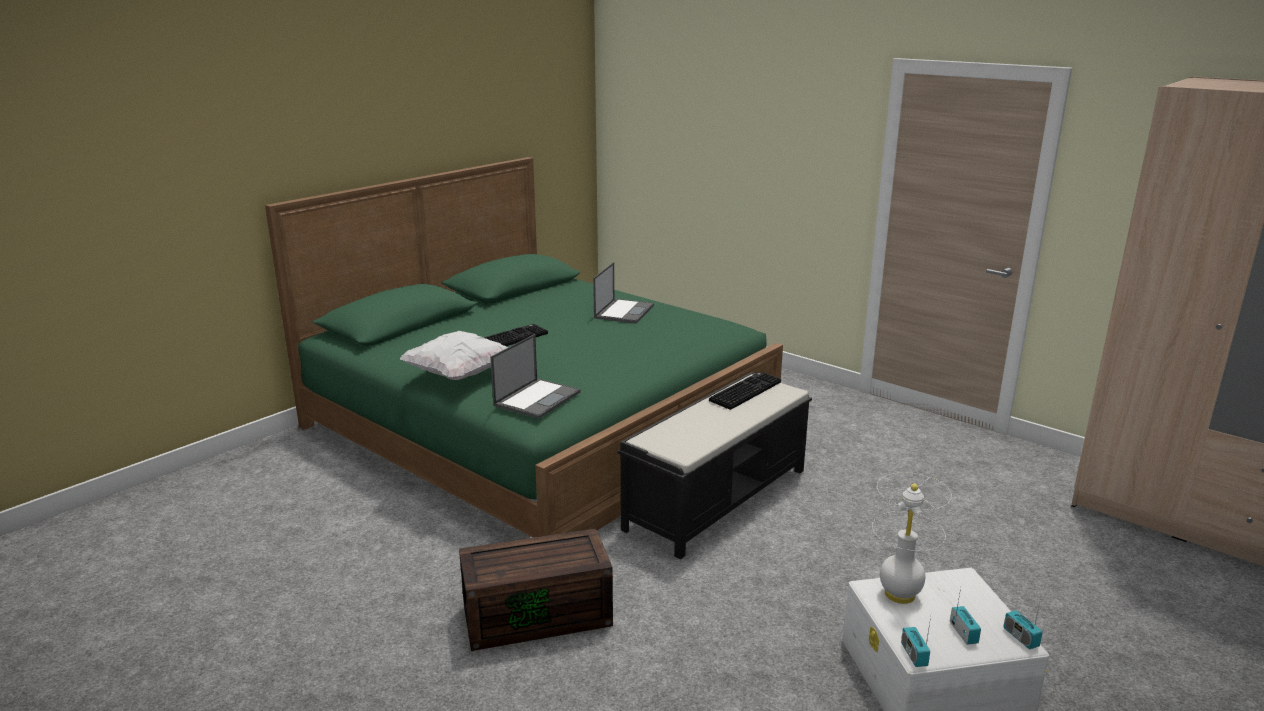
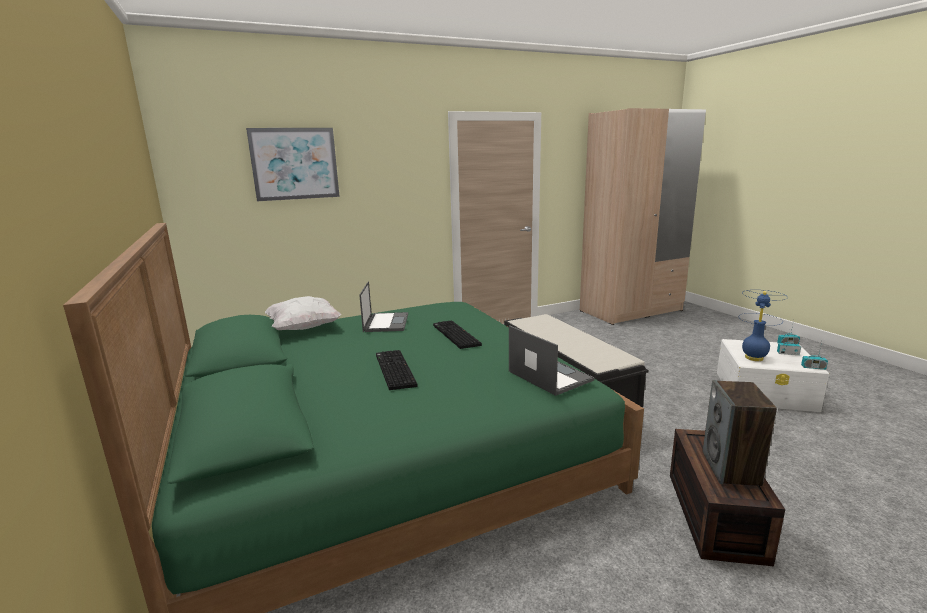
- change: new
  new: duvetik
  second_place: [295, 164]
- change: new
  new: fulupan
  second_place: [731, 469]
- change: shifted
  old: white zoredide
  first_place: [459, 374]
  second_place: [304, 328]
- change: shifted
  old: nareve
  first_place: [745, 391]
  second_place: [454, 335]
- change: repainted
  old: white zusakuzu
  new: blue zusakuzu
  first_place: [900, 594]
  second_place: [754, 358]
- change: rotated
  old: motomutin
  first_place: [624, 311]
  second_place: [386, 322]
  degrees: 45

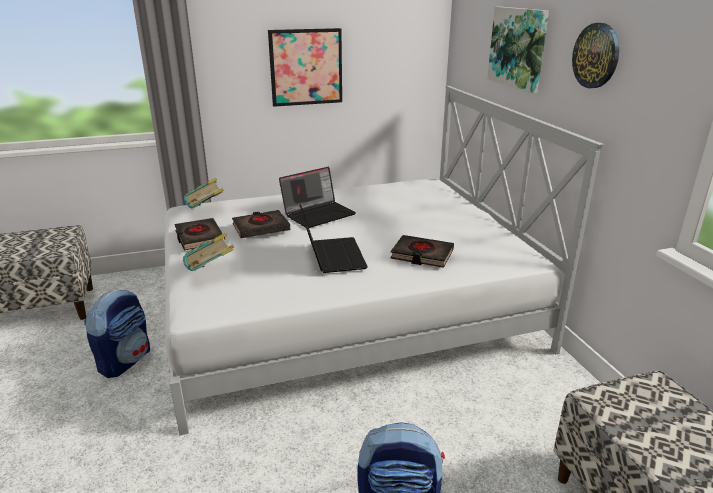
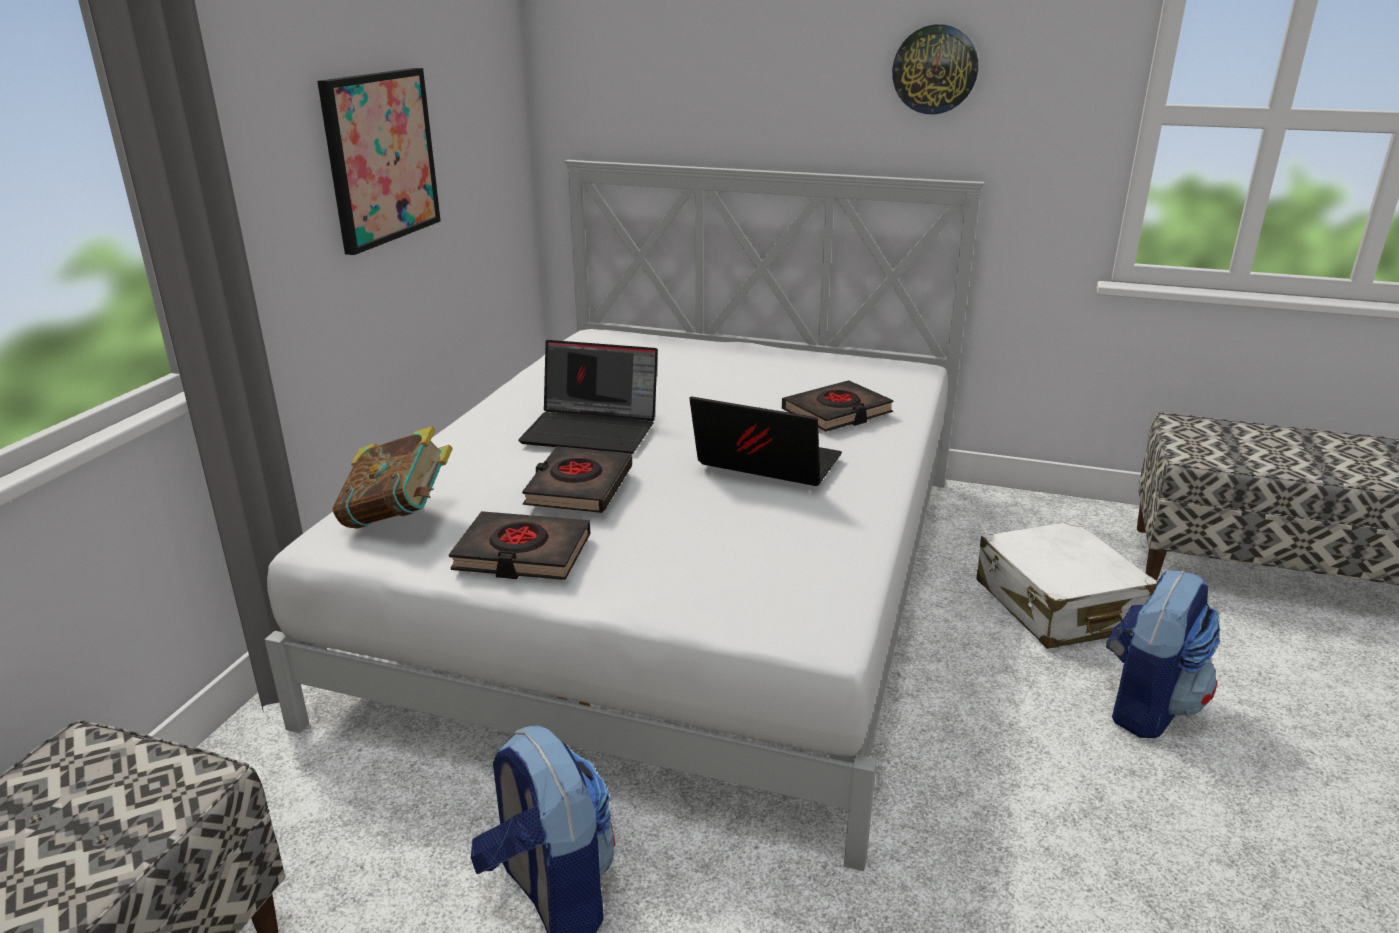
- change: gone
  old: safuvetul
  first_place: [212, 272]
- change: gone
  old: duvetik
  first_place: [518, 48]
- change: new
  new: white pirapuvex
  second_place: [1058, 606]
- change: rotated
  old: motomutin
  first_place: [319, 214]
  second_place: [593, 430]
  degrees: 105

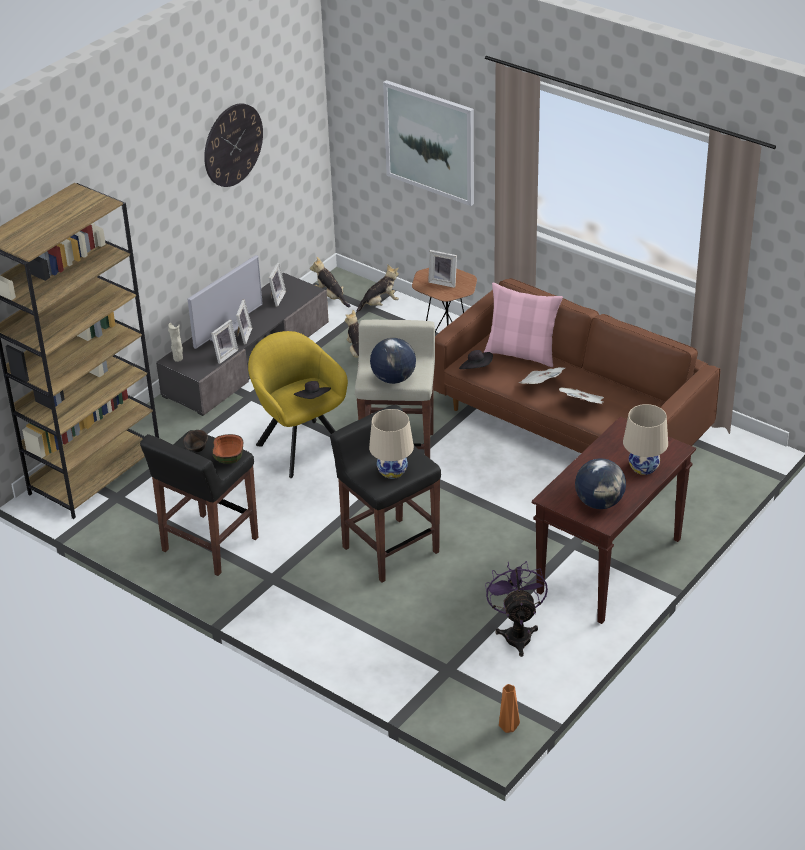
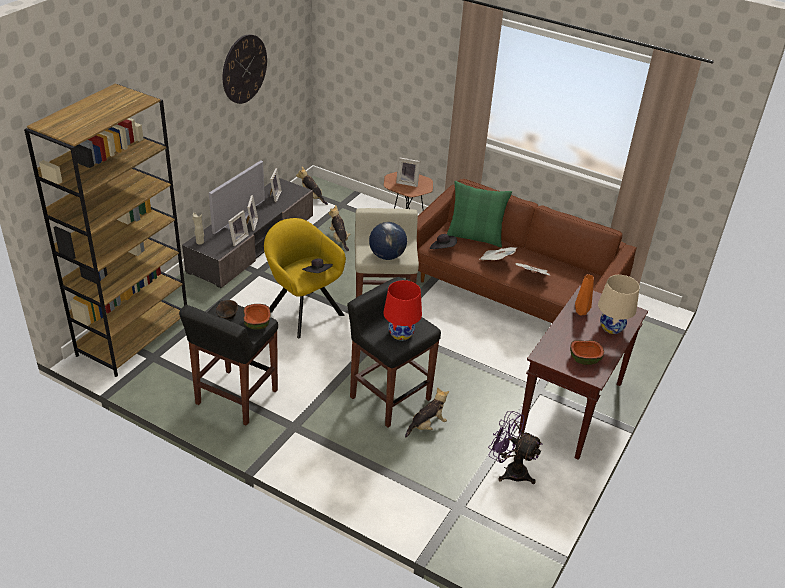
- change: gone
  old: duvetik
  first_place: [430, 142]
- change: shifted
  old: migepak
  first_place: [380, 304]
  second_place: [427, 425]
- change: shifted
  old: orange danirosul
  first_place: [508, 729]
  second_place: [581, 313]
- change: swapped
  old: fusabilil
  new: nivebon
  first_place: [599, 503]
  second_place: [584, 359]
- change: repainted
  old: beige zusakuzu
  new: red zusakuzu
  first_place: [392, 471]
  second_place: [401, 334]
- change: repainted
  old: pink zoredide
  new: green zoredide
  first_place: [521, 354]
  second_place: [475, 237]
- change: rotated
  old: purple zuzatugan
  first_place: [517, 633]
  second_place: [510, 471]
  degrees: -45

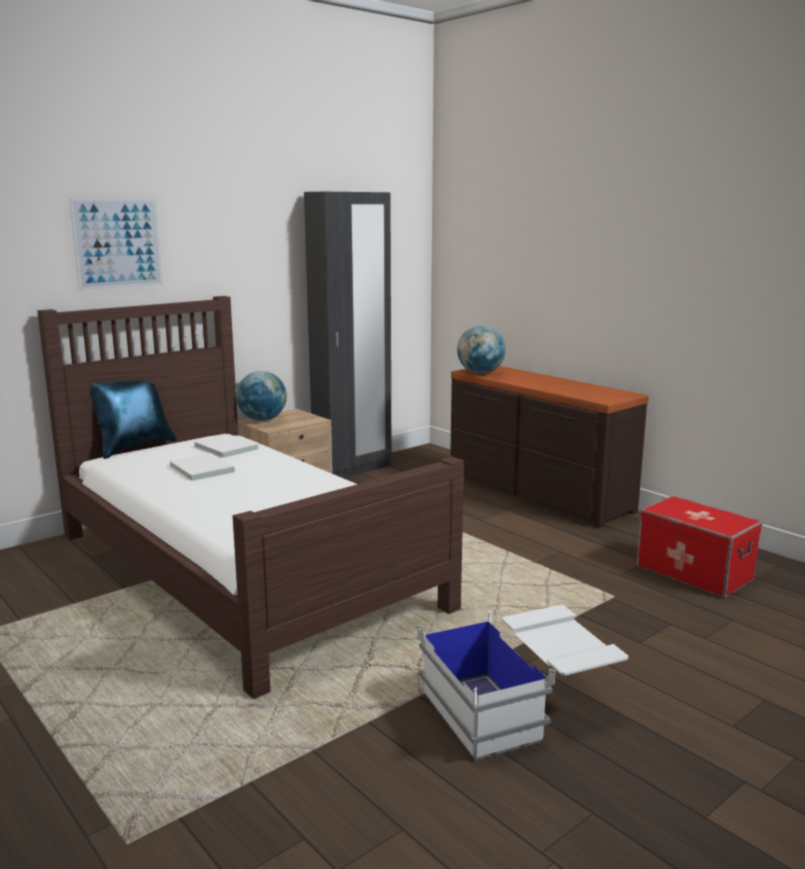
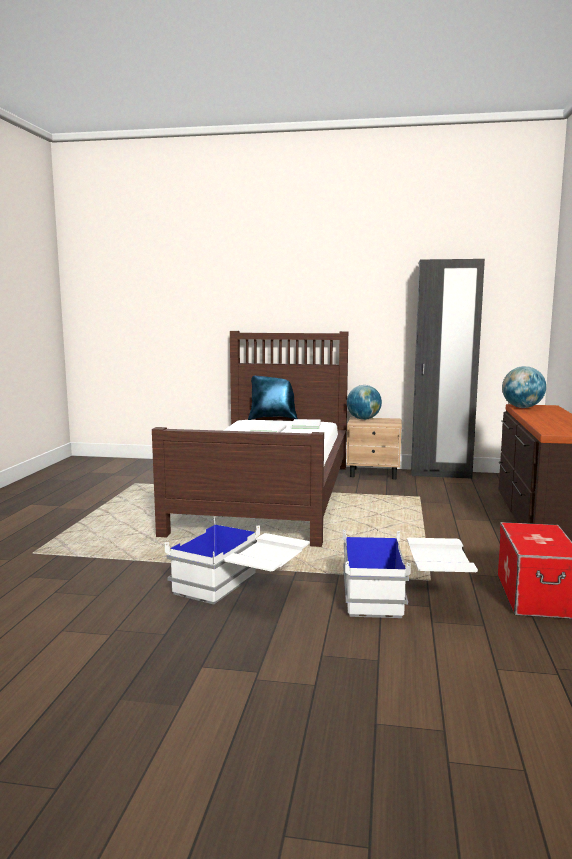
- change: gone
  old: duvetik
  first_place: [118, 243]
- change: new
  new: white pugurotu
  second_place: [404, 599]

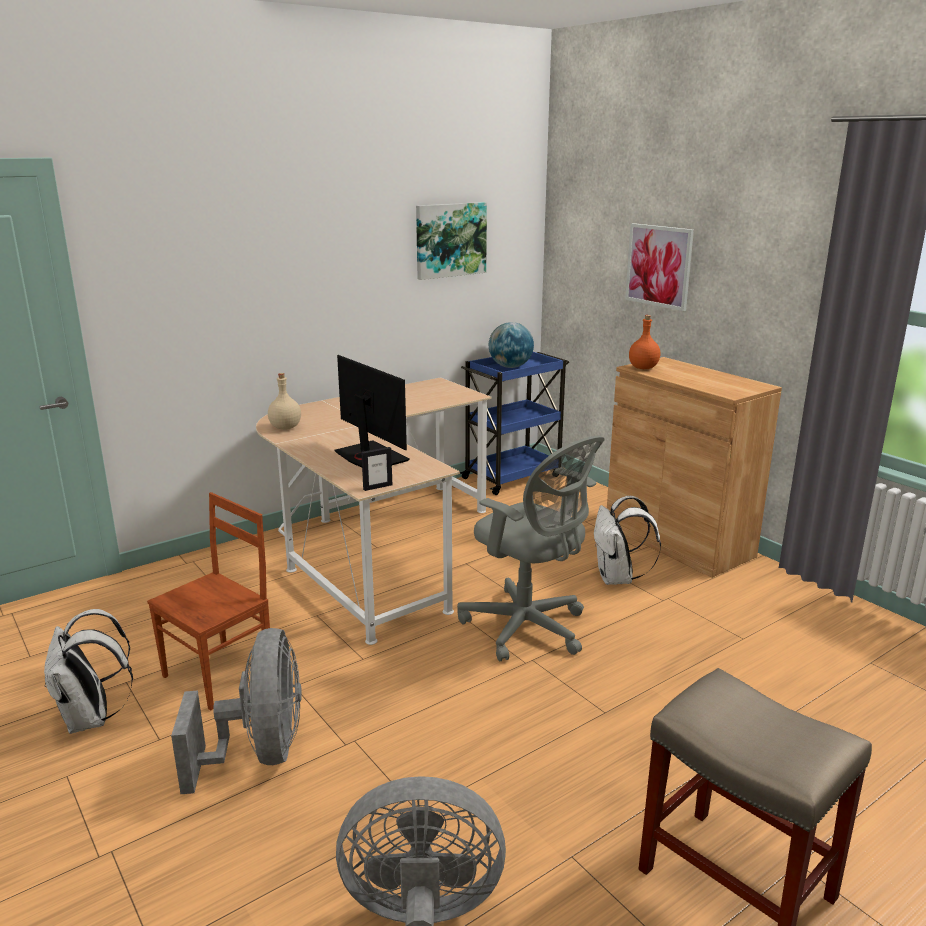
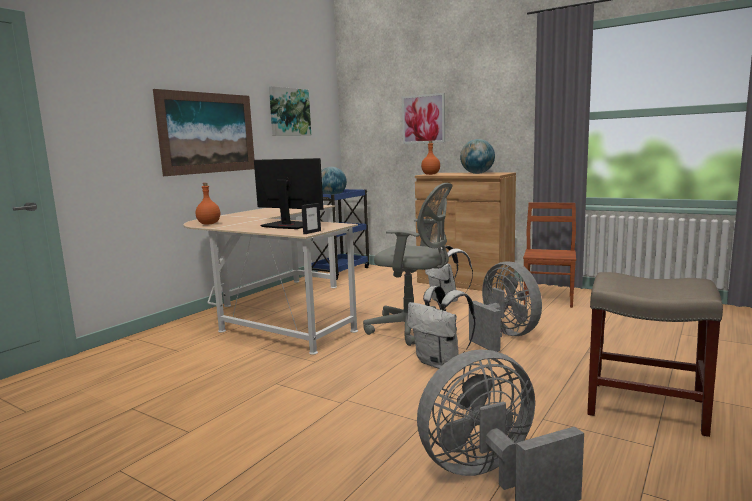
- change: new
  new: duvetik
  second_place: [208, 133]
- change: new
  new: fusabilil
  second_place: [477, 173]
- change: shifted
  old: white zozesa
  first_place: [92, 719]
  second_place: [440, 363]
- change: shifted
  old: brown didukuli
  first_place: [220, 675]
  second_place: [549, 300]
- change: shifted
  old: grey zuzatugan
  first_place: [260, 753]
  second_place: [504, 337]
- change: repainted
  old: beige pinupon
  new: orange pinupon
  first_place: [286, 427]
  second_place: [209, 224]

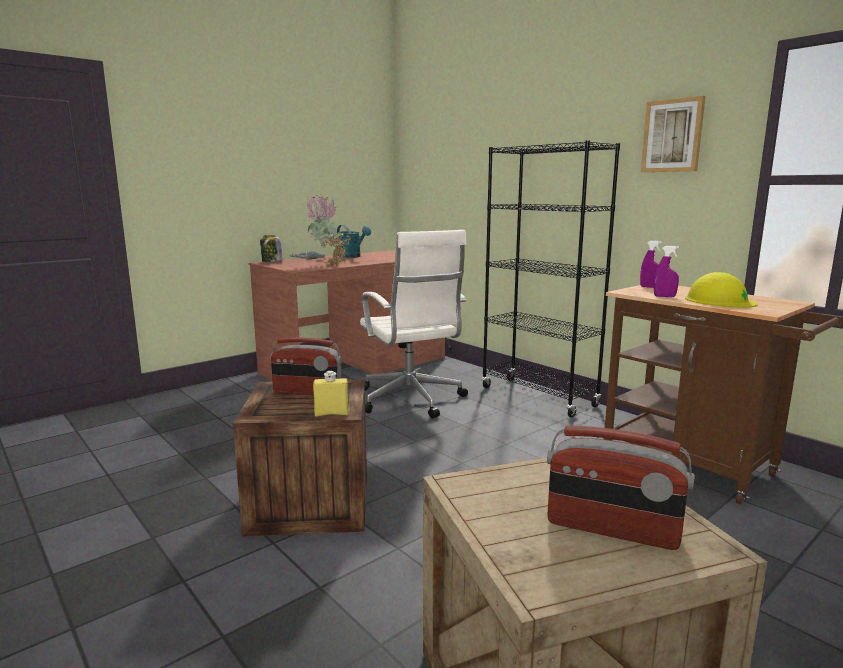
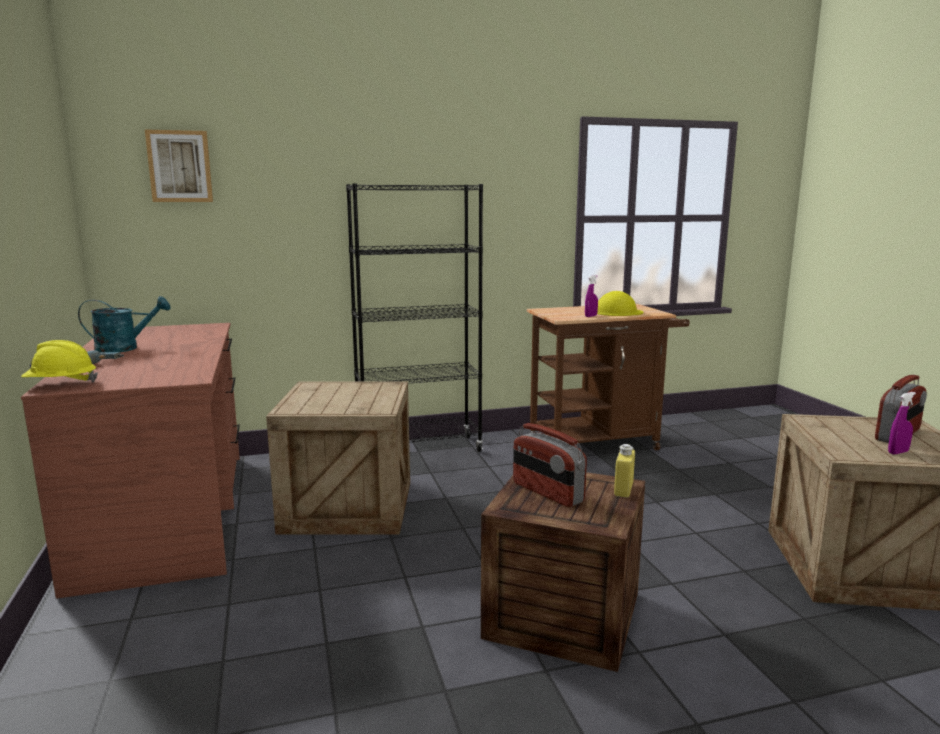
- change: gone
  old: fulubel
  first_place: [329, 265]
- change: shifted
  old: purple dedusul
  first_place: [649, 287]
  second_place: [898, 452]
- change: shifted
  old: duvetik
  first_place: [672, 136]
  second_place: [180, 166]
- change: swapped
  old: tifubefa
  new: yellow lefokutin
  first_place: [271, 262]
  second_place: [61, 384]
- change: swapped
  old: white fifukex
  new: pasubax
  first_place: [411, 400]
  second_place: [348, 506]
- change: rotated
  old: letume
  first_place: [307, 392]
  second_place: [547, 492]
  degrees: 105

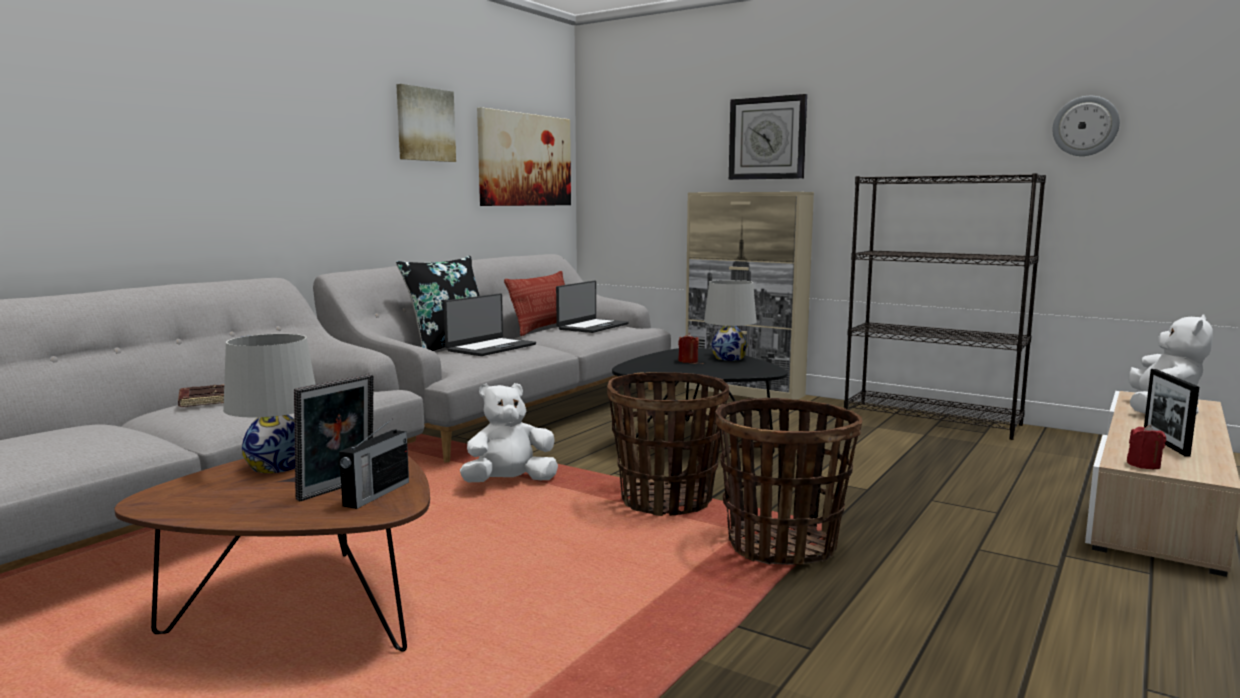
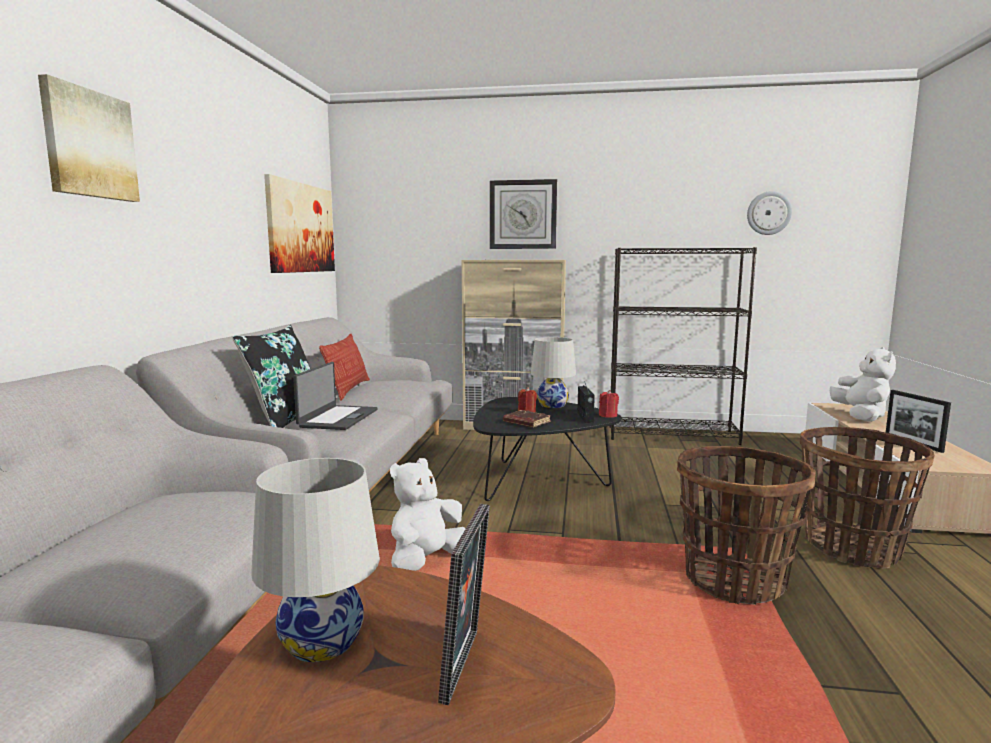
- change: gone
  old: motomutin
  first_place: [592, 326]
- change: shifted
  old: brown safuvetul
  first_place: [202, 401]
  second_place: [526, 422]
- change: shifted
  old: letume
  first_place: [375, 494]
  second_place: [585, 417]
- change: shifted
  old: duvetik
  first_place: [425, 124]
  second_place: [89, 144]
- change: shifted
  old: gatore
  first_place: [667, 500]
  second_place: [852, 548]
- change: shifted
  old: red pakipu
  first_place: [1143, 465]
  second_place: [608, 415]

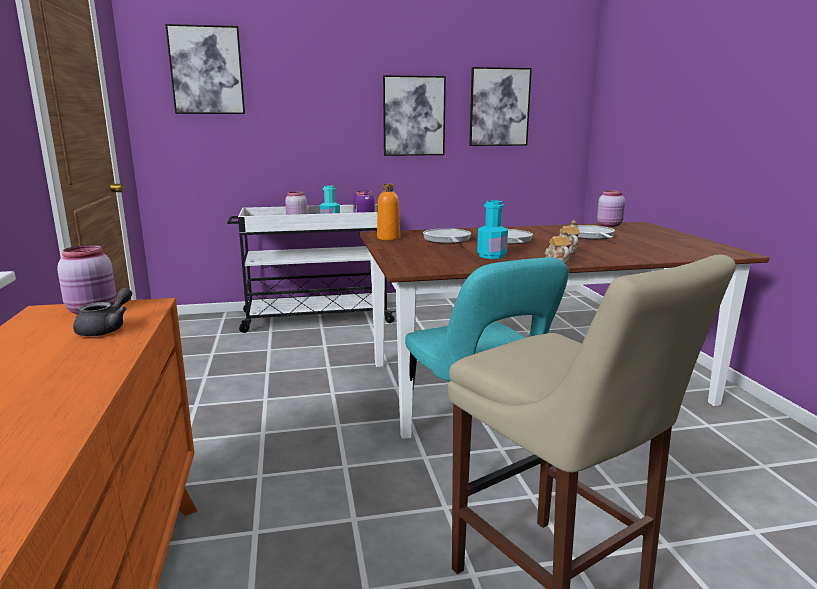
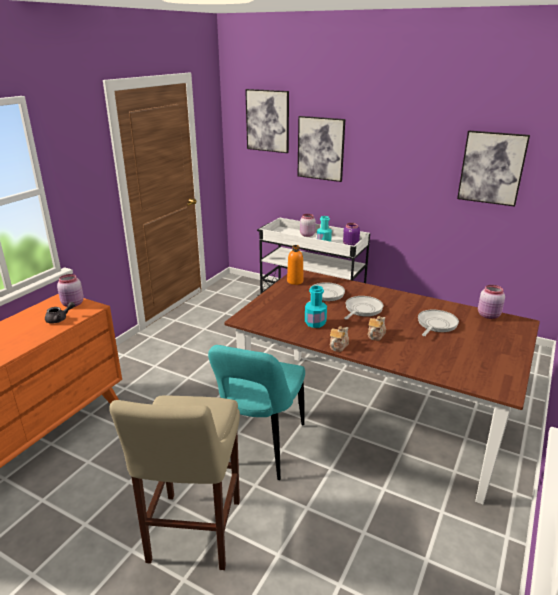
- change: shifted
  old: duvetik
  first_place: [414, 116]
  second_place: [321, 148]

